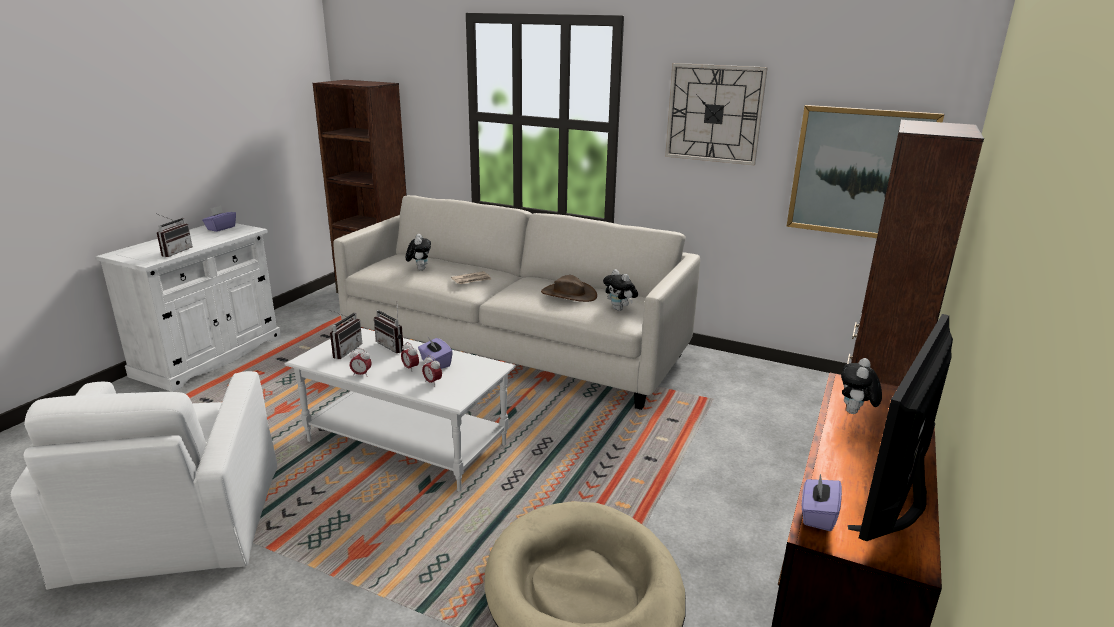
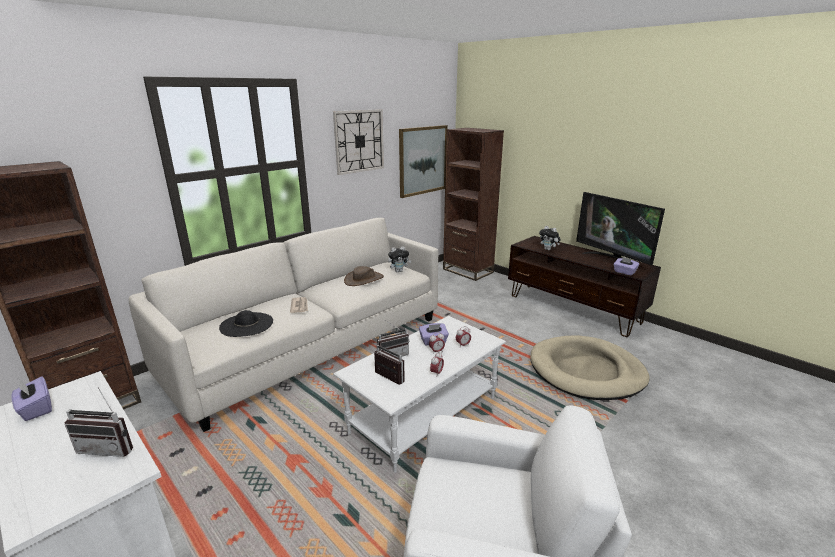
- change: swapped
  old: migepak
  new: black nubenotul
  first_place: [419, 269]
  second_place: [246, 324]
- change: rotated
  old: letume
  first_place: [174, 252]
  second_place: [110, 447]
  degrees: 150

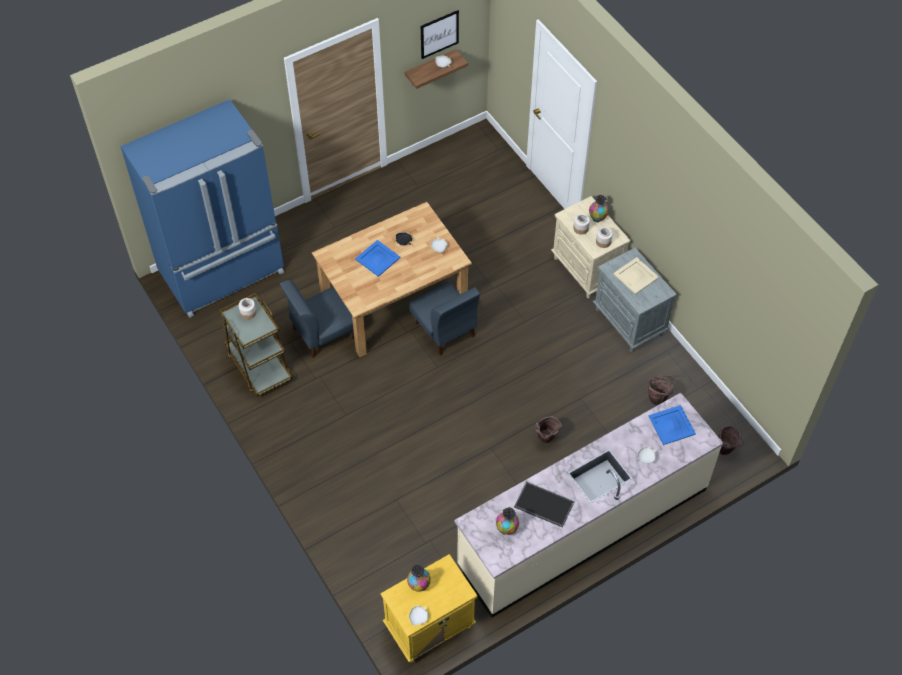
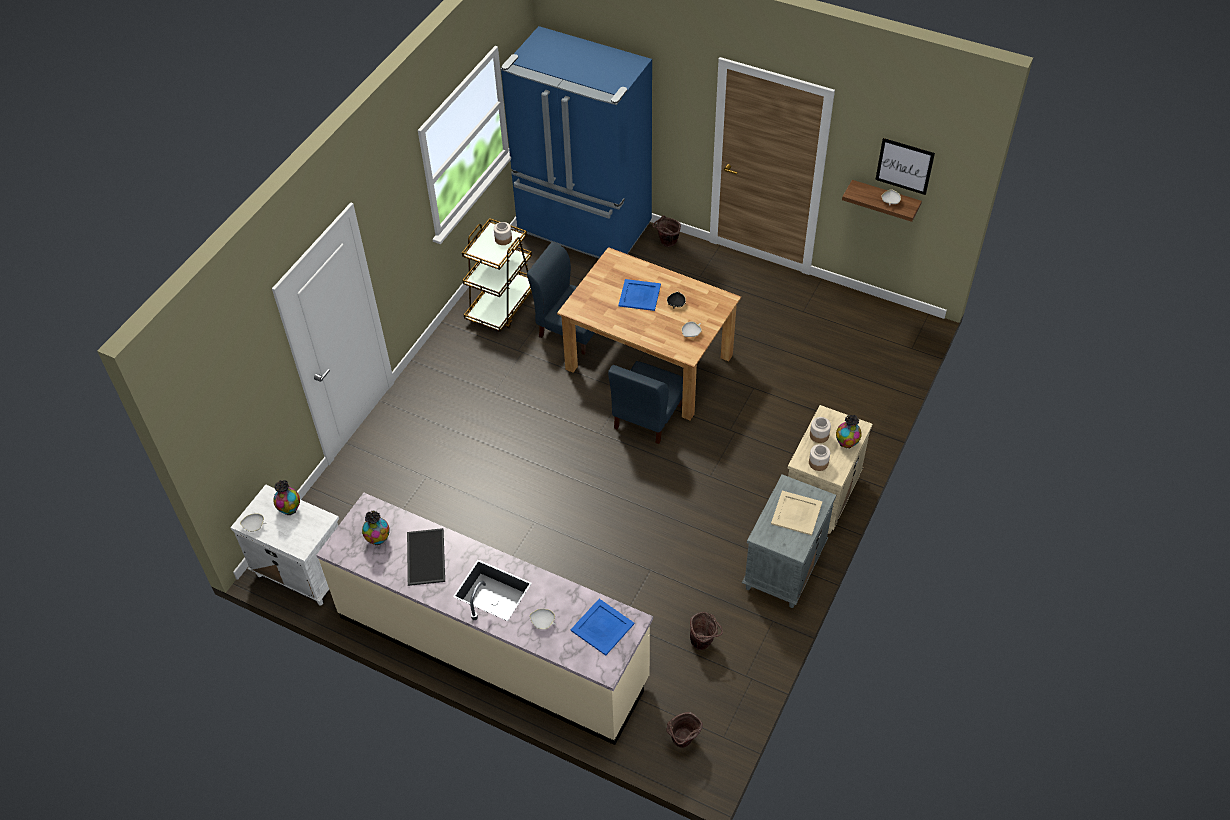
- change: shifted
  old: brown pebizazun
  first_place: [546, 440]
  second_place: [666, 244]
- change: repainted
  old: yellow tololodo
  new: white tololodo
  first_place: [429, 627]
  second_place: [302, 571]

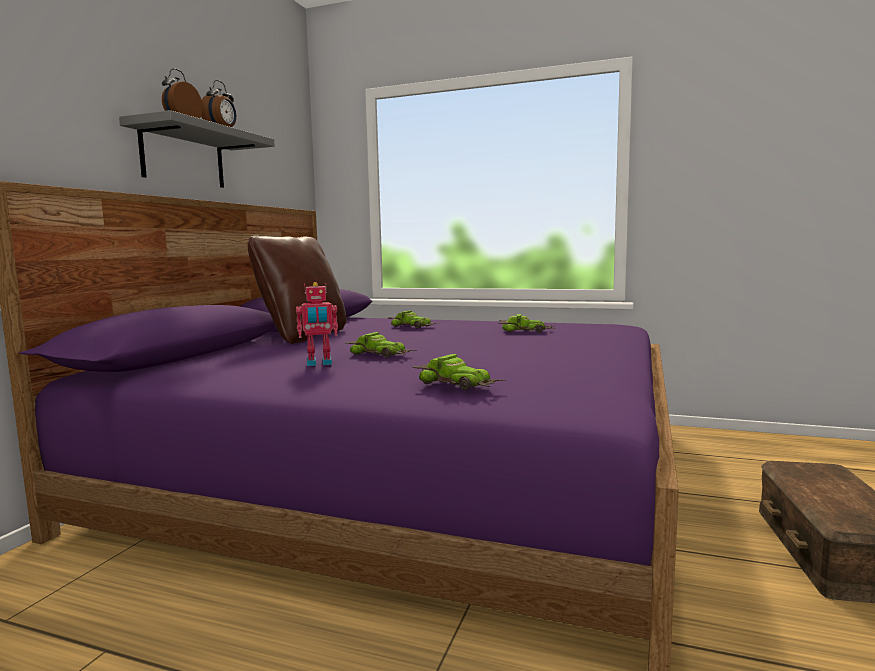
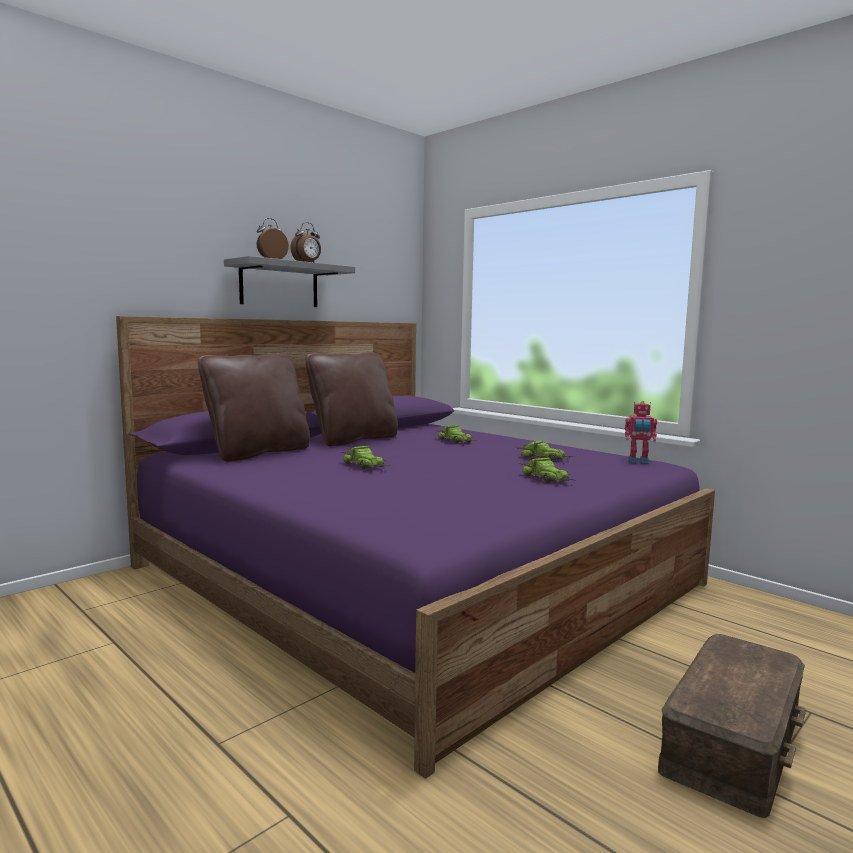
- change: new
  new: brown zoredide
  second_place: [258, 453]
- change: shifted
  old: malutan
  first_place: [319, 363]
  second_place: [638, 461]
- change: shifted
  old: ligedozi
  first_place: [457, 384]
  second_place: [547, 478]

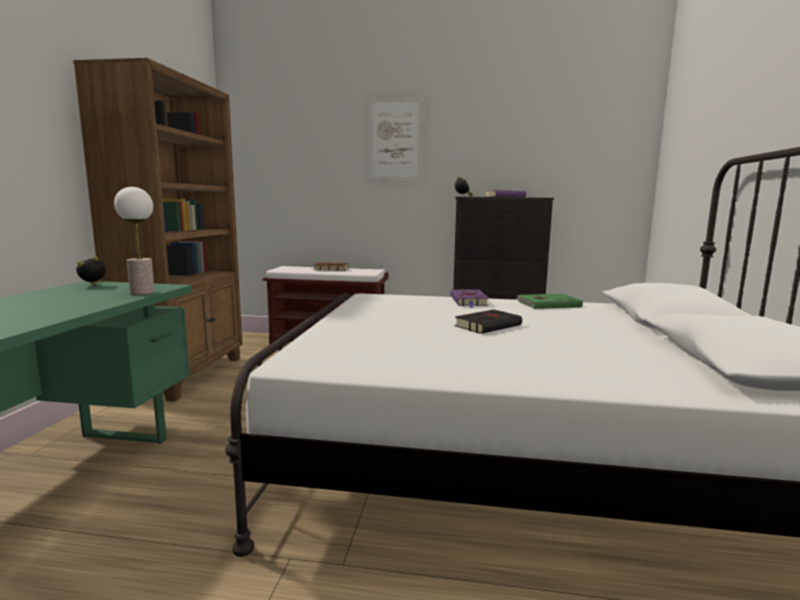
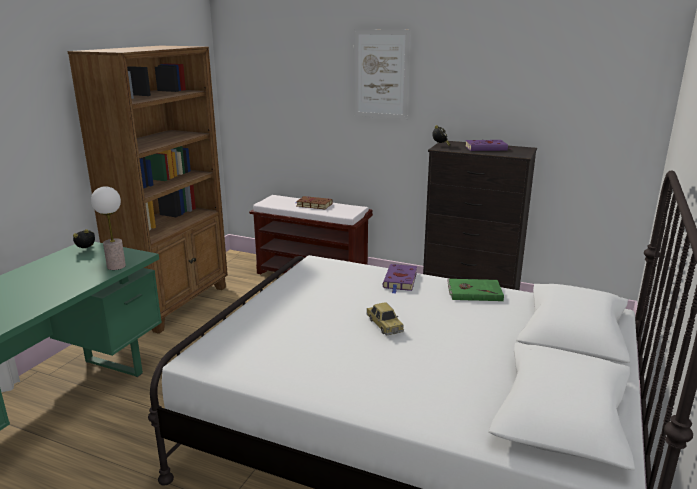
- change: swapped
  old: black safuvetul
  new: ligedozi
  first_place: [489, 325]
  second_place: [384, 325]

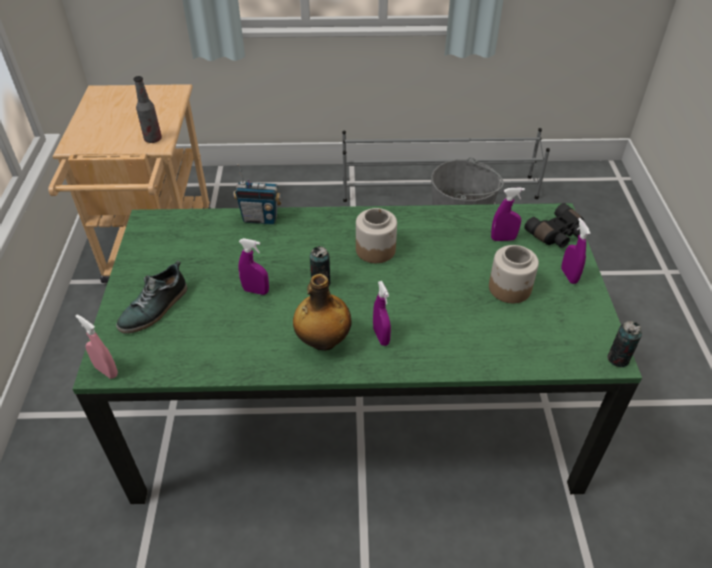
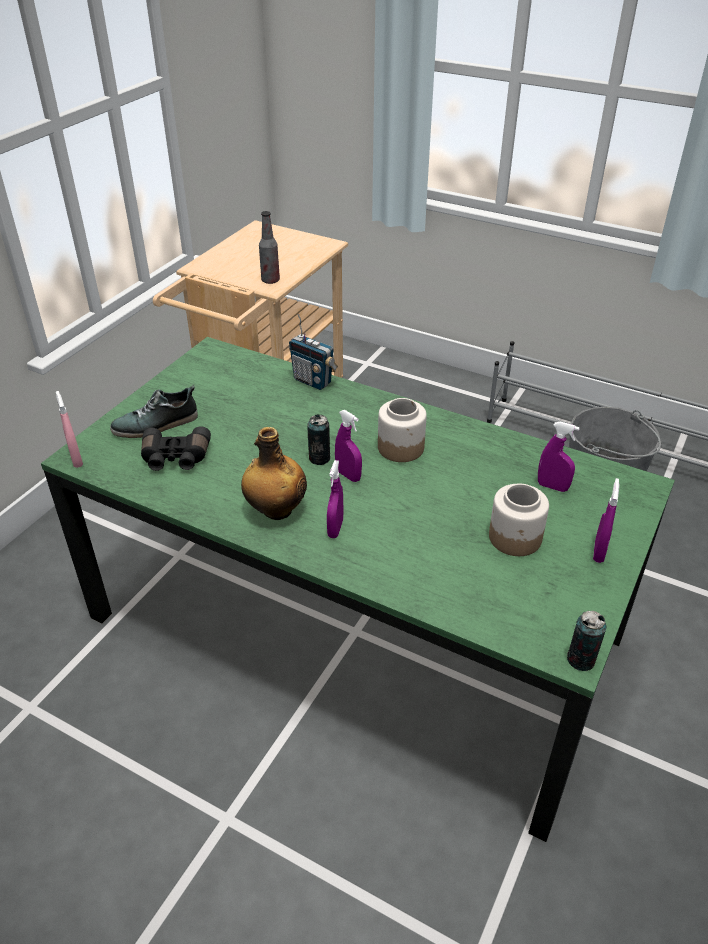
- change: shifted
  old: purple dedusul
  first_place: [256, 291]
  second_place: [348, 475]
- change: shifted
  old: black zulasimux
  first_place: [557, 234]
  second_place: [175, 458]

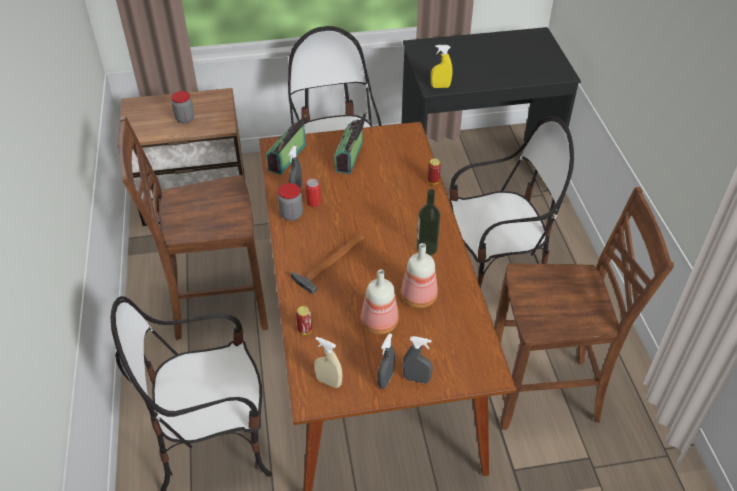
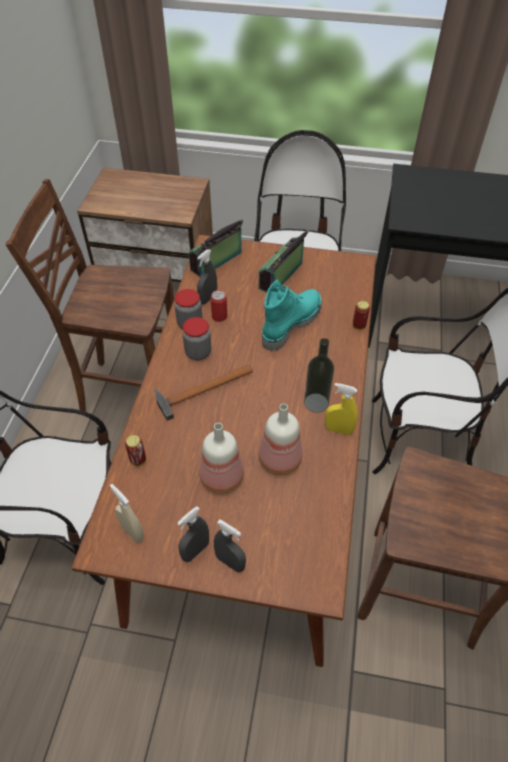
- change: new
  new: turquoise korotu
  second_place: [290, 324]
- change: shifted
  old: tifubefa
  first_place: [185, 119]
  second_place: [198, 352]
- change: shifted
  old: yellow dedusul
  first_place: [440, 86]
  second_place: [338, 430]

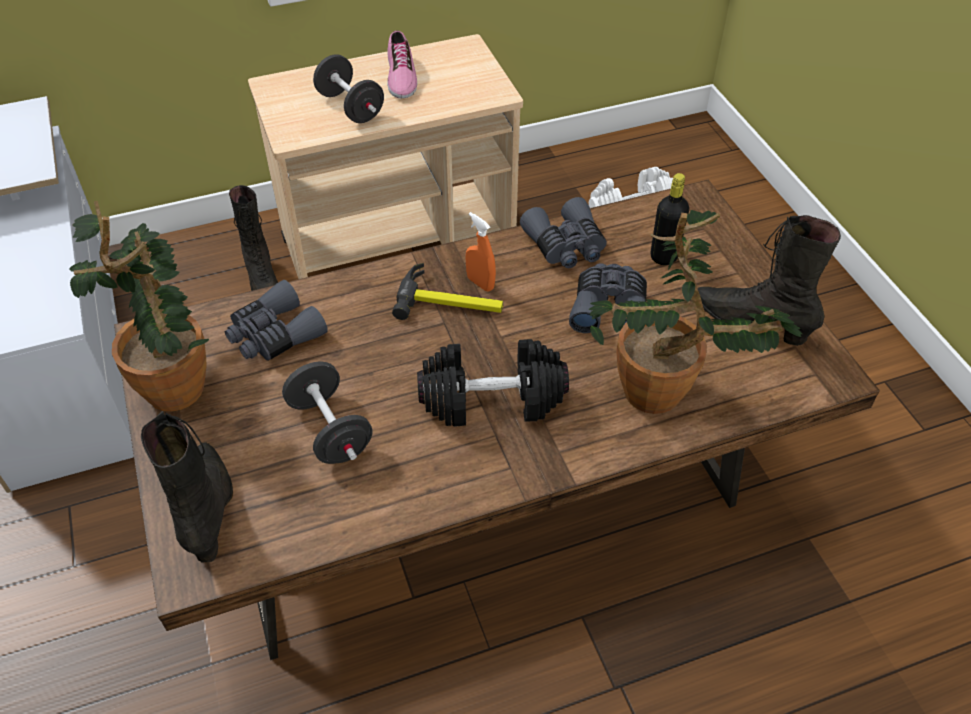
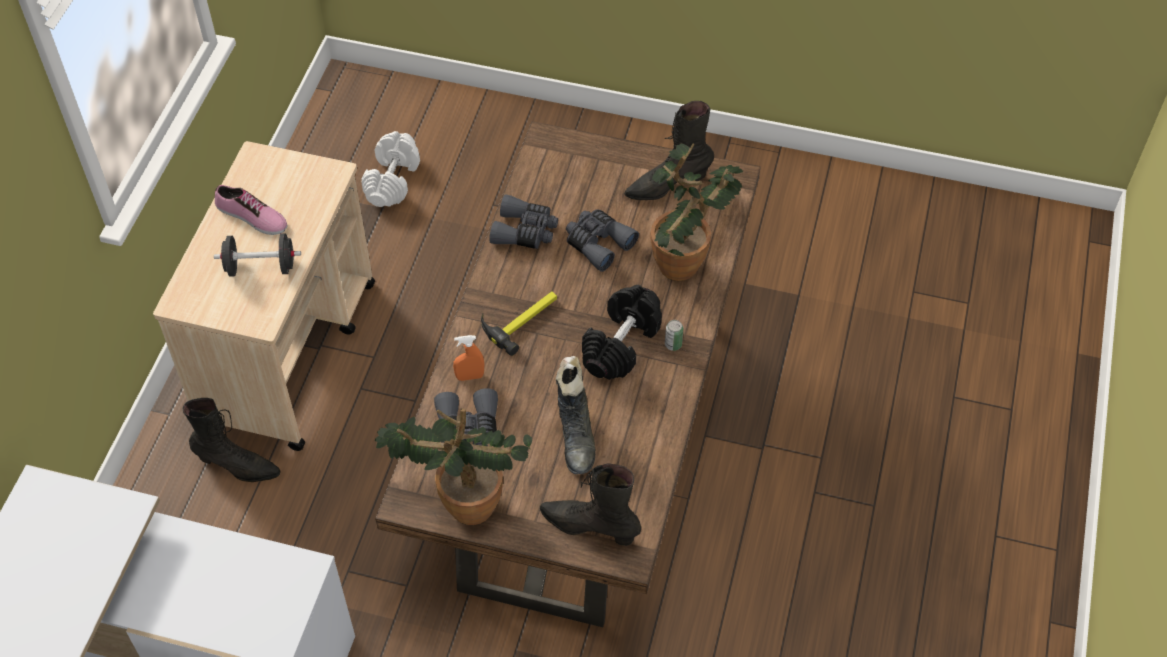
- change: gone
  old: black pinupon
  first_place: [664, 256]
- change: new
  new: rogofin
  second_place: [673, 344]
- change: shifted
  old: orange dedusul
  first_place: [480, 283]
  second_place: [470, 376]
- change: swapped
  old: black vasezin
  new: black korotu
  first_place: [330, 430]
  second_place: [577, 437]

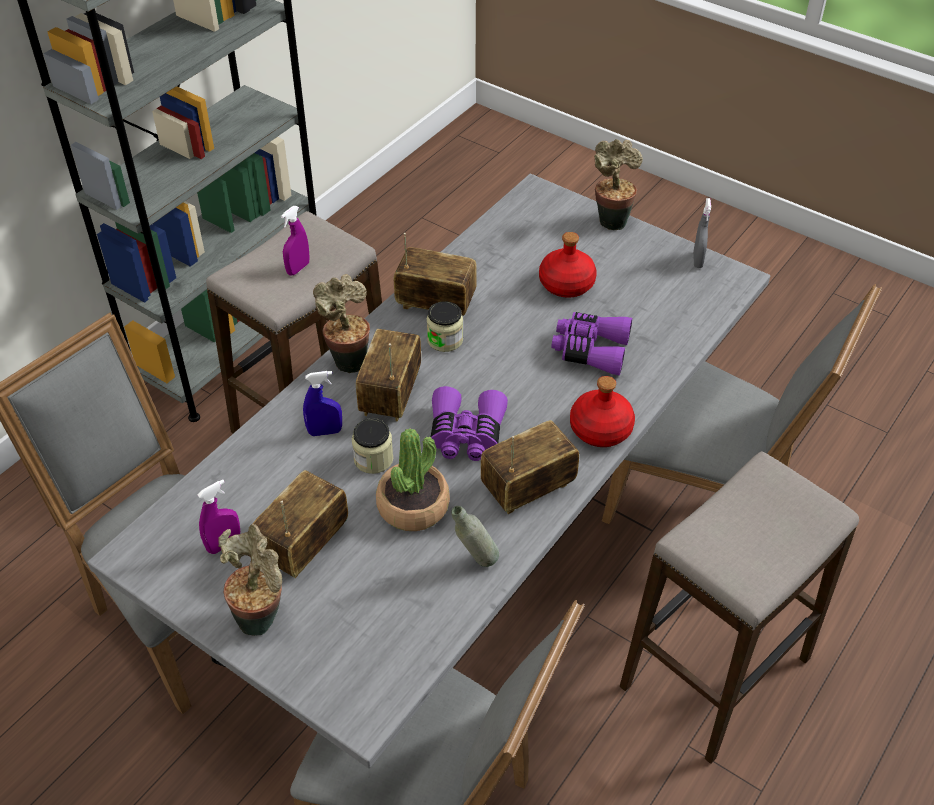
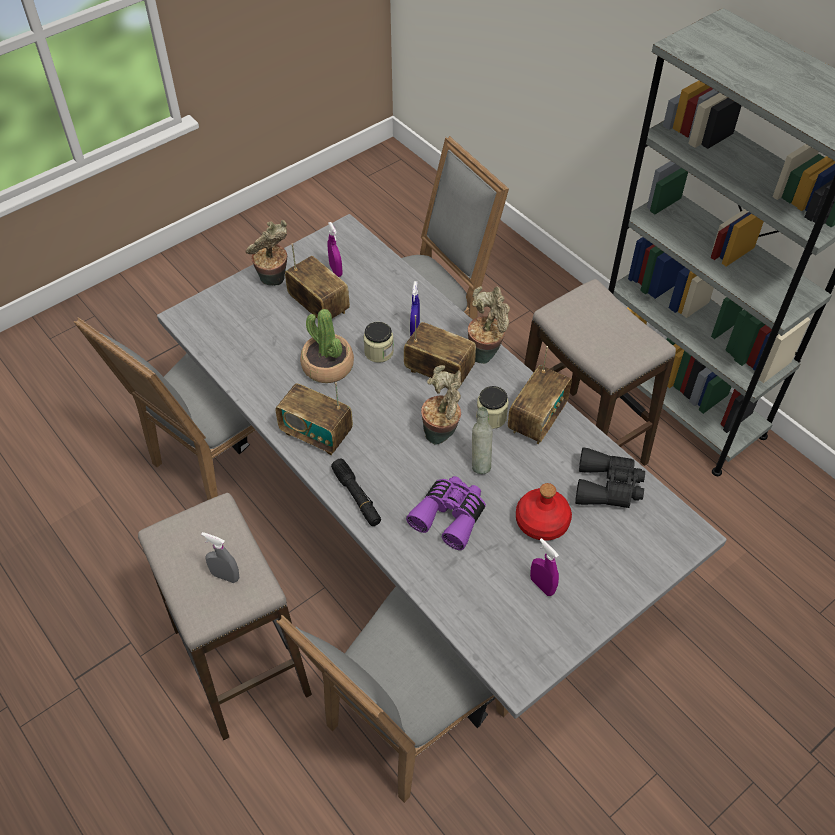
- change: gone
  old: purple zulasimux
  first_place: [466, 434]
- change: new
  new: black zulasimux
  second_place: [608, 487]
- change: shifted
  old: purple dedusul
  first_place: [298, 268]
  second_place: [542, 586]
- change: shifted
  old: grey pinupon
  first_place: [475, 562]
  second_place: [480, 463]
- change: shifted
  old: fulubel
  first_place: [611, 219]
  second_place: [442, 434]
- change: shifted
  old: grey dedusul
  first_place: [697, 260]
  second_place: [225, 576]
- change: swapped
  old: red pinupon
  new: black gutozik
  first_place: [601, 429]
  second_place: [356, 497]
- change: rotated
  old: letume
  first_place: [528, 488]
  second_place: [316, 434]
  degrees: 135

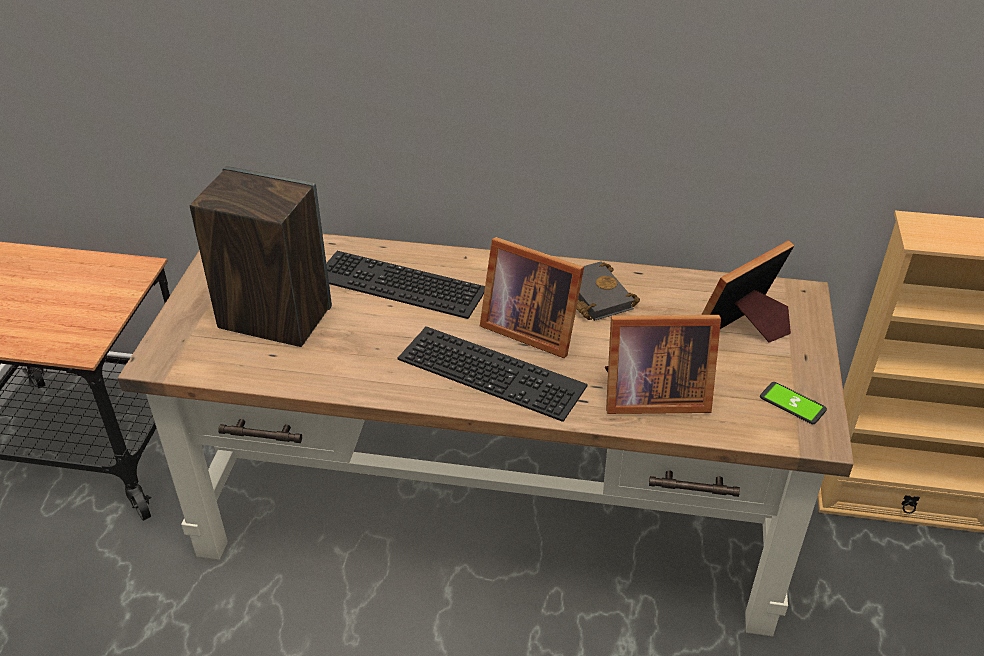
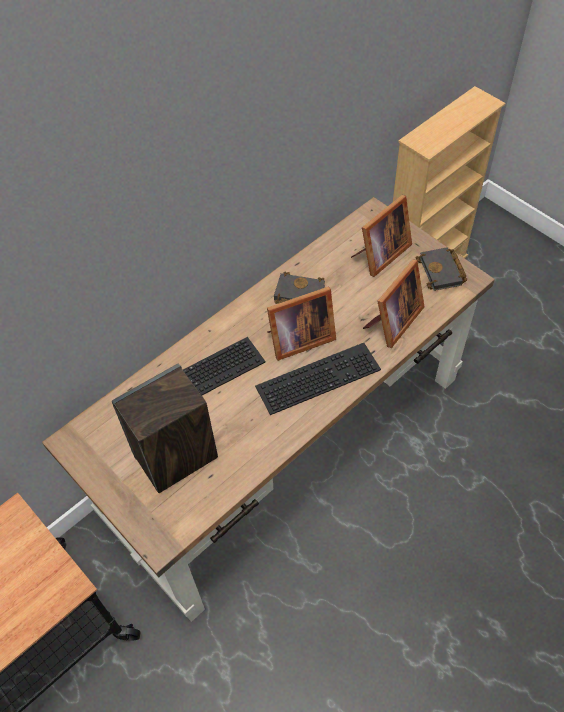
- change: swapped
  old: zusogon
  new: black safuvetul
  first_place: [792, 404]
  second_place: [442, 272]
- change: rotated
  old: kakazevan
  first_place: [742, 332]
  second_place: [379, 255]
  degrees: -135

